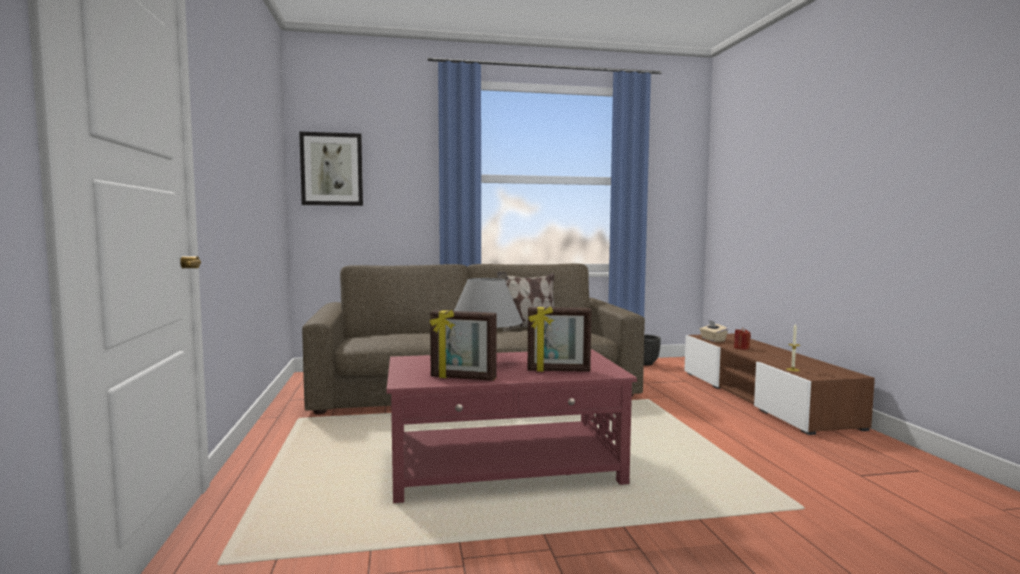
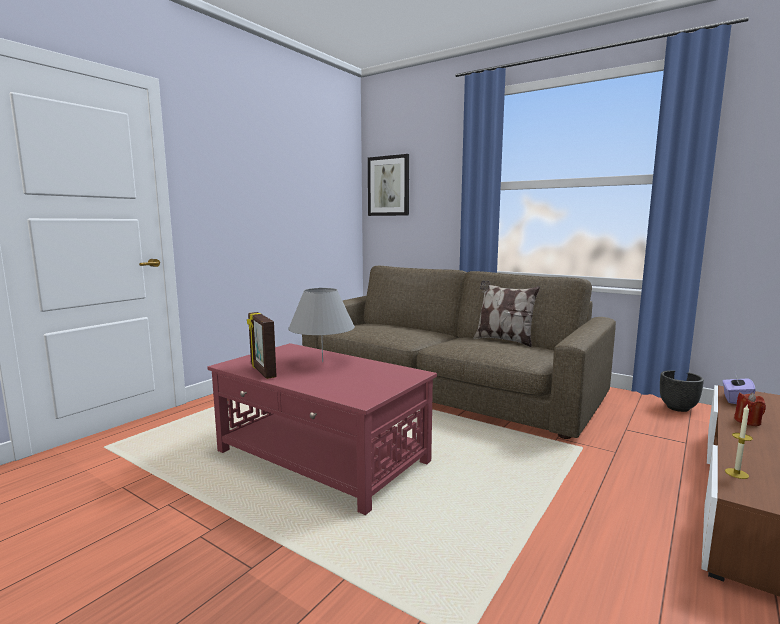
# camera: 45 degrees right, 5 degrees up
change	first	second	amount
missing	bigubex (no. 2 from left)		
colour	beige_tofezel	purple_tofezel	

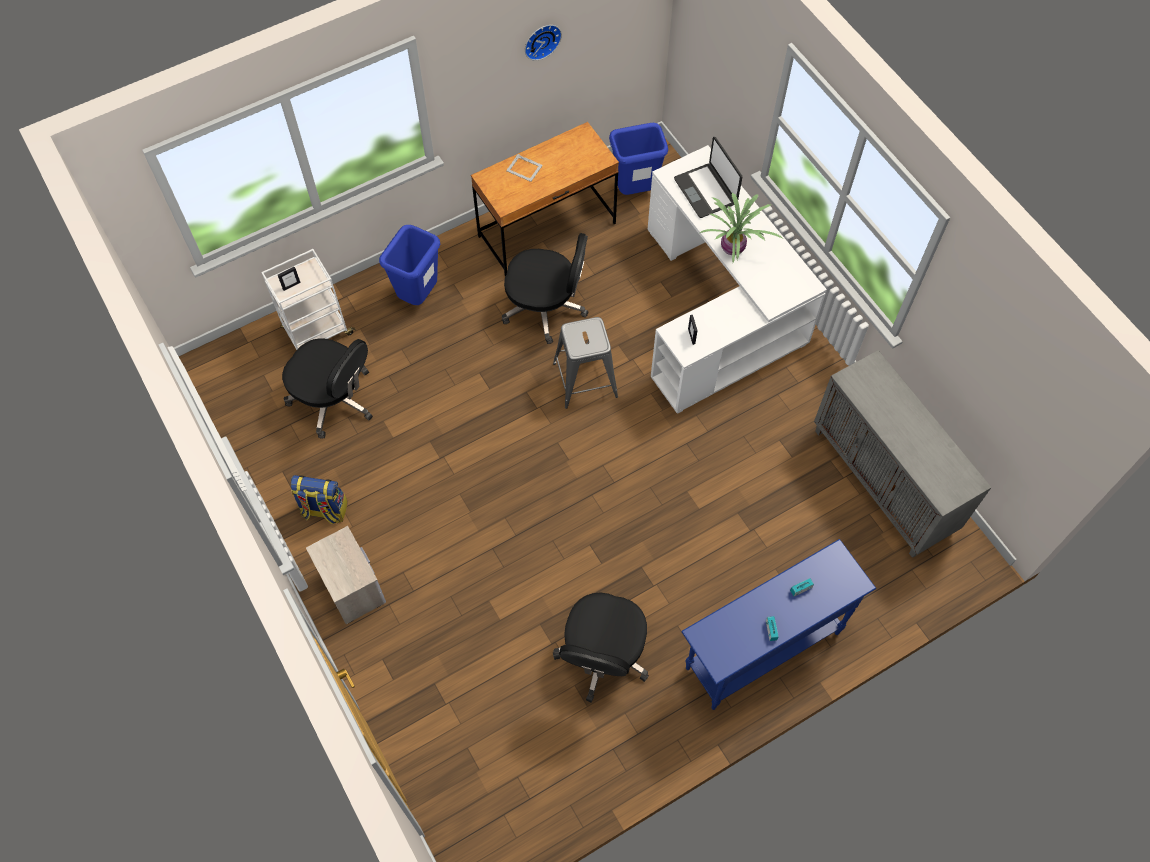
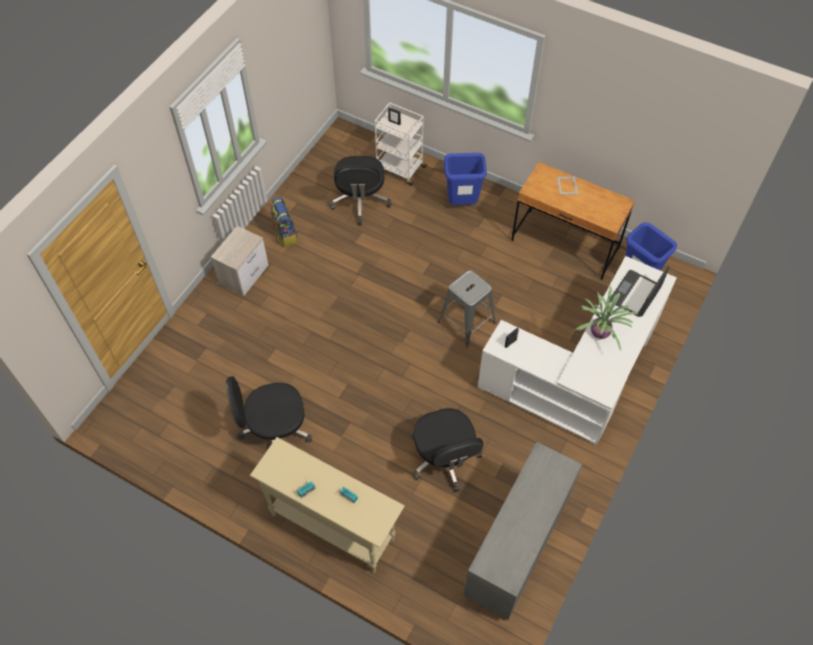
# camera: 60 degrees right, 5 degrees down
change	first	second	amount
missing	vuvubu		
relocated	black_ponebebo (no. 2 from left in the first image)	black_ponebebo (no. 3 from left)	
colour	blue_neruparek	beige_neruparek	

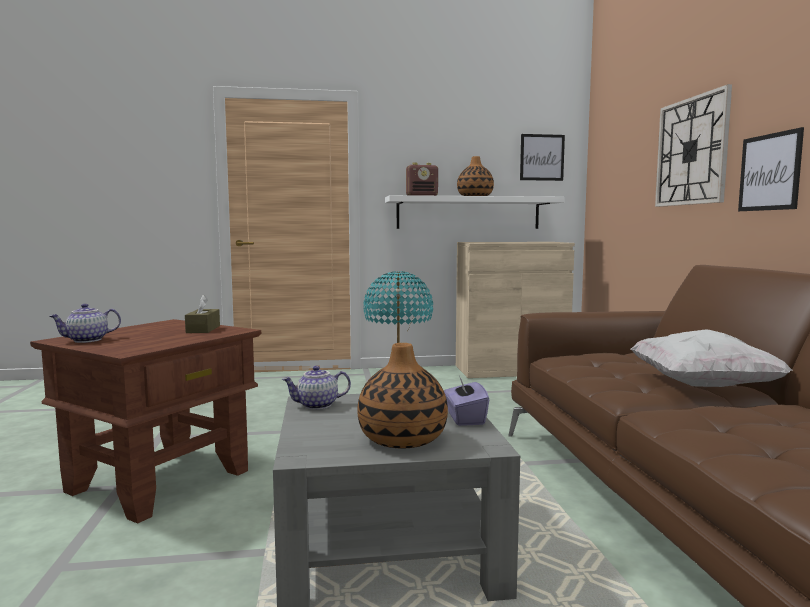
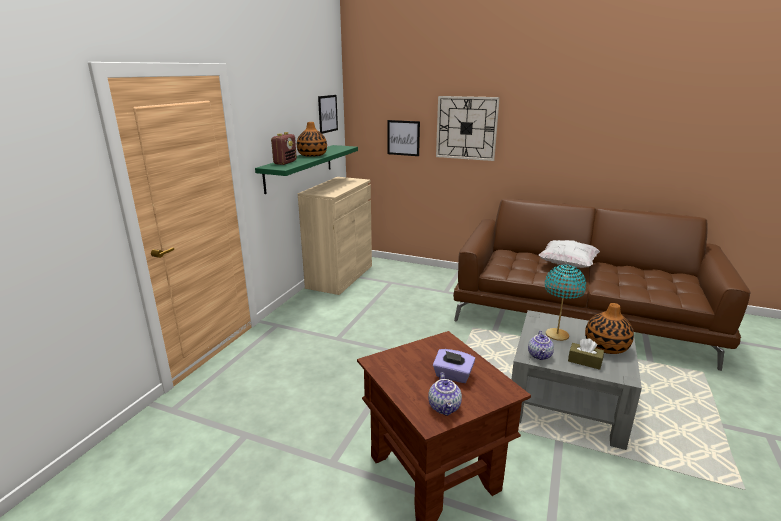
# camera: 60 degrees left, 15 degrees up
change	first	second	amount
relocated	brown_tofezel		
relocated	purple_tofezel		
relocated	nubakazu (no. 2 from left)		
colour	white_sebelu	green_sebelu	

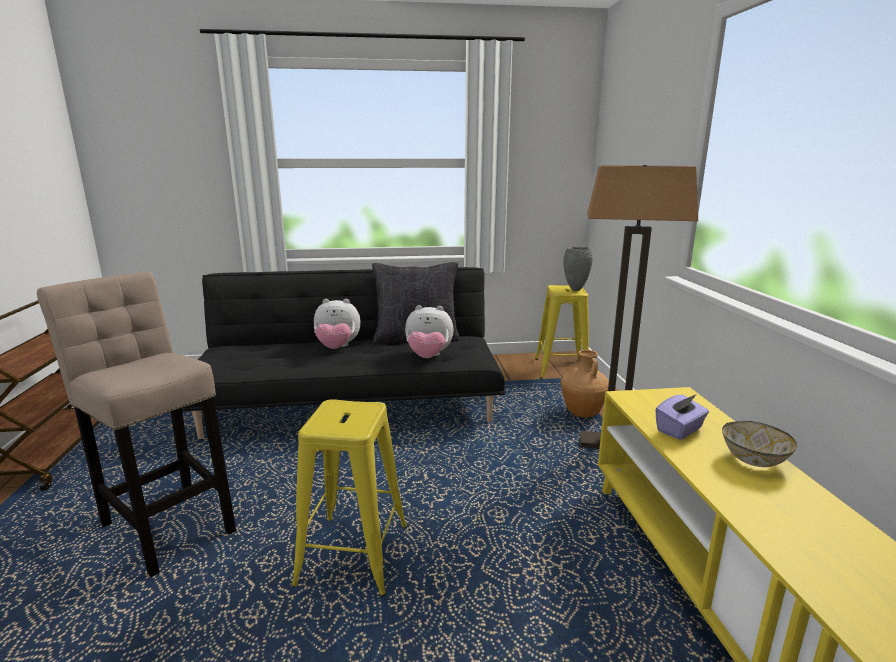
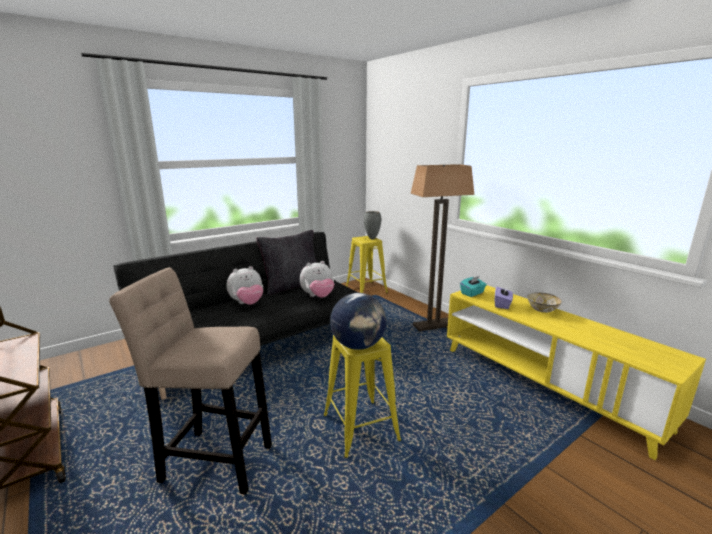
# camera: 30 degrees left, 0 degrees up
change	first	second	amount
missing	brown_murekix		
appeared		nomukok	
appeared		turquoise_tofezel	

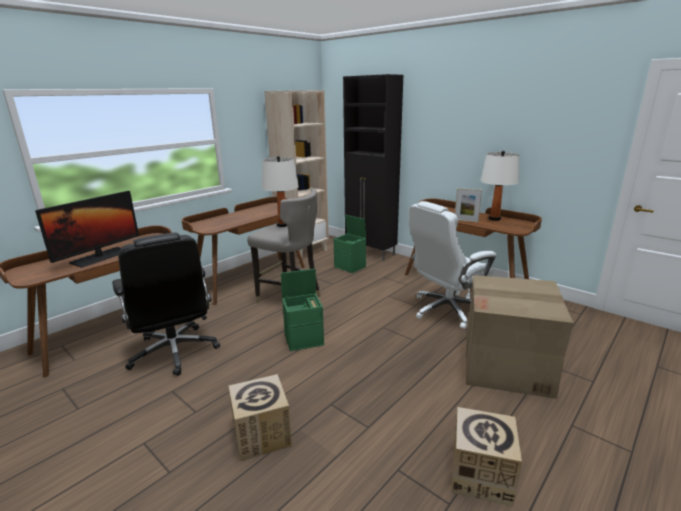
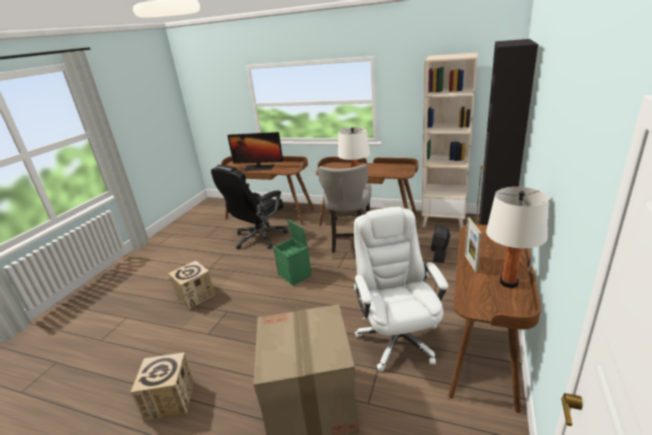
# camera: 70 degrees right, 5 degrees up
change	first	second	amount
exchanged	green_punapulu (no. 2 from left)	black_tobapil	
spun	white_ponebebo		45 degrees clockwise

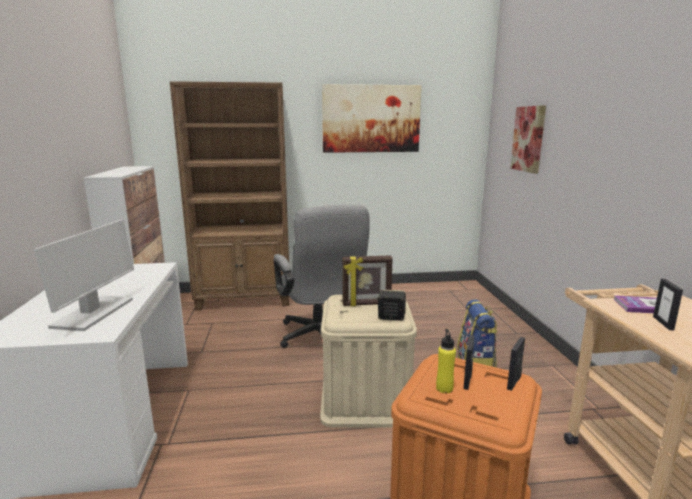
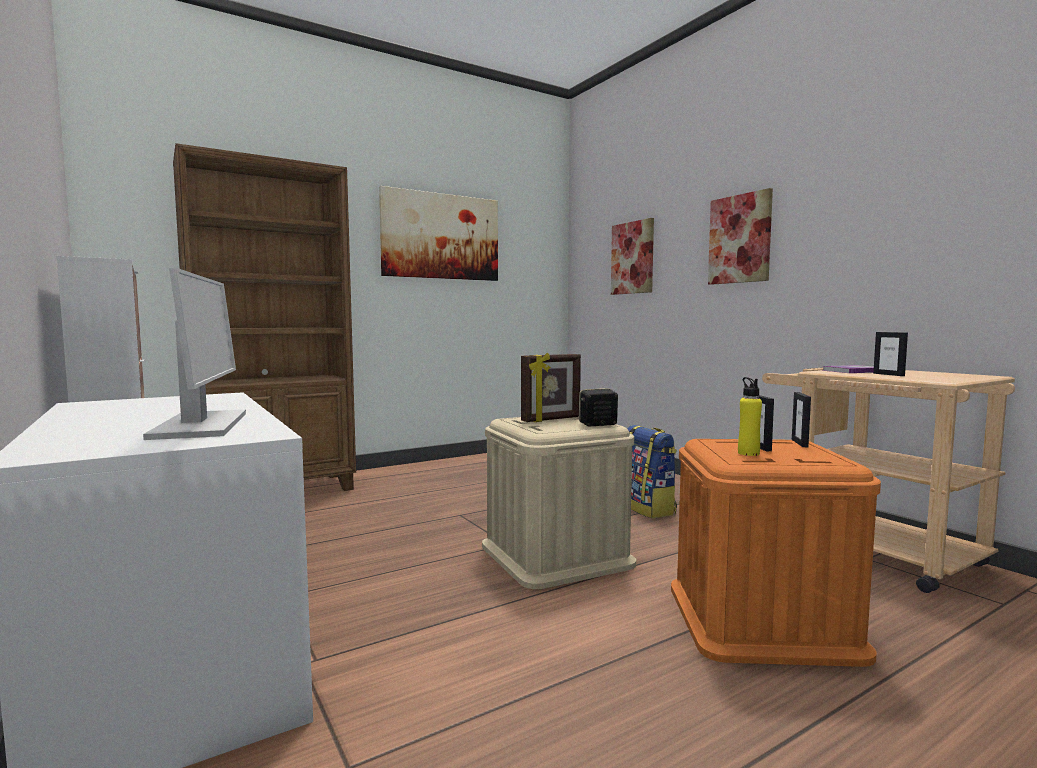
# camera: 25 degrees left, 10 degrees down
change	first	second	amount
missing	grey_ponebebo		
appeared		nubakazu (no. 3 from left)	

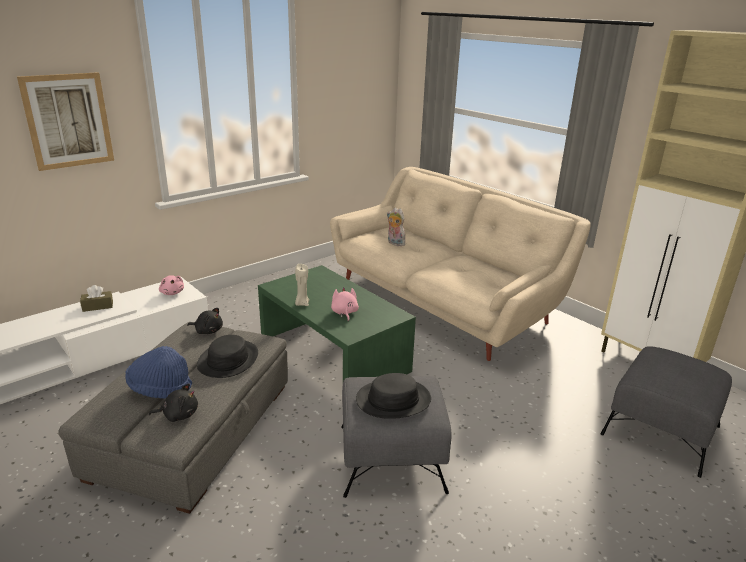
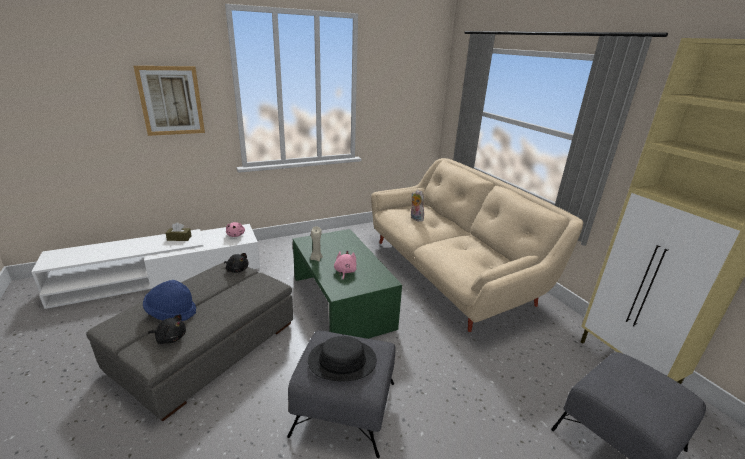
# camera: 15 degrees right, 0 degrees up
change	first	second	amount
missing	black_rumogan (no. 1 from left)		

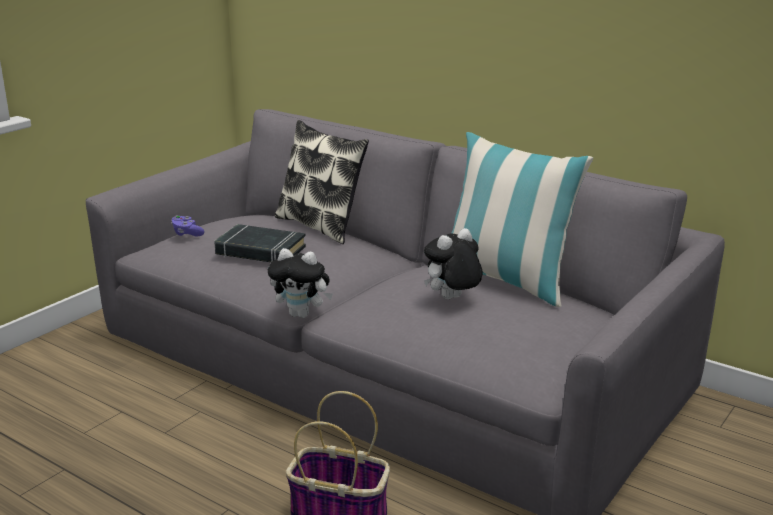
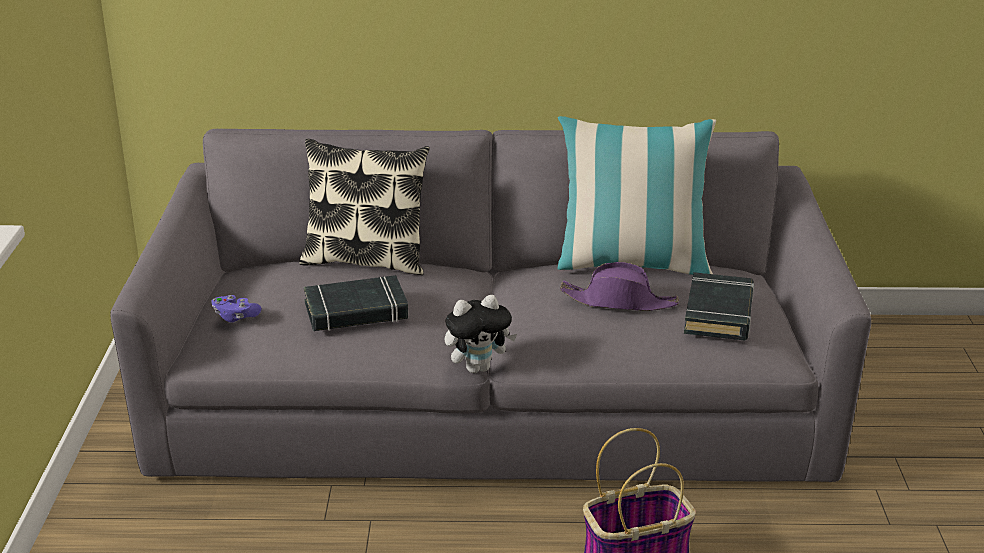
# camera: 35 degrees left, 5 degrees up
change	first	second	amount
appeared		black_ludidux (no. 2 from left)	
exchanged	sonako (no. 2 from left)	purple_rumogan	

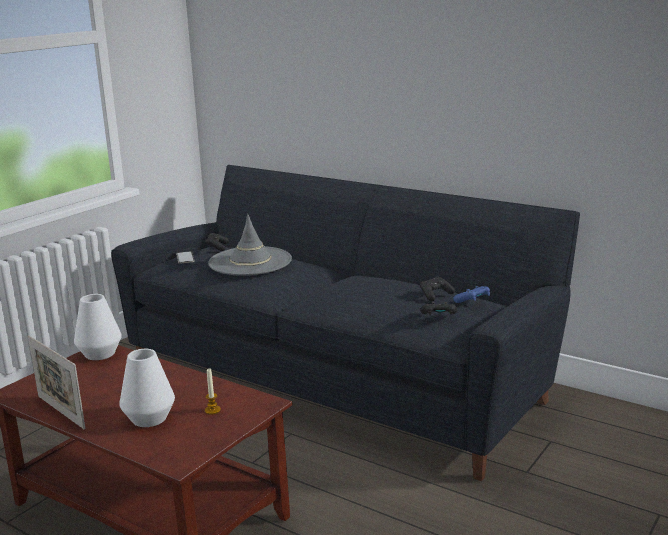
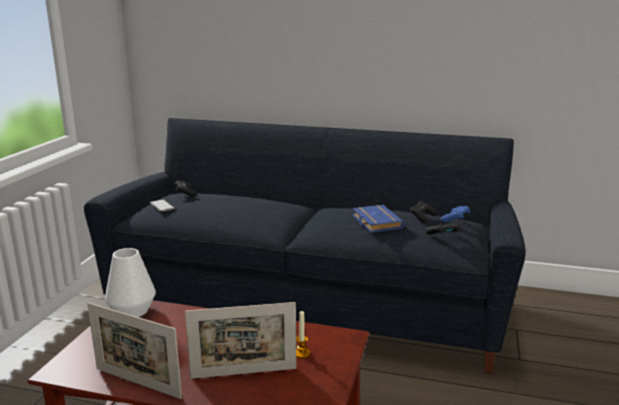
# camera: 20 degrees left, 0 degrees up
change	first	second	amount
missing	grey_rumogan		
appeared		blue_ludidux	
exchanged	white_murekix (no. 2 from left)	bigubex (no. 2 from left)	

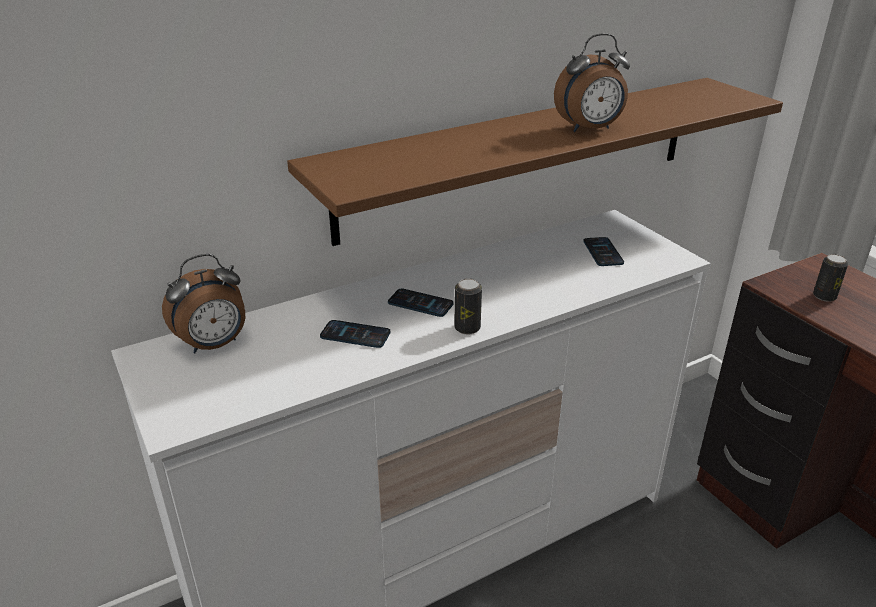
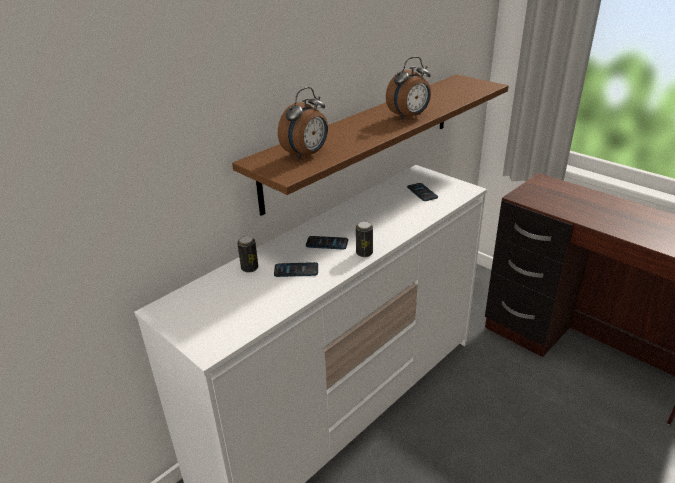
# camera: 15 degrees left, 0 degrees up
change	first	second	amount
relocated	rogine (no. 1 from left)		
relocated	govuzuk (no. 2 from left in the first image)	govuzuk (no. 1 from left)	

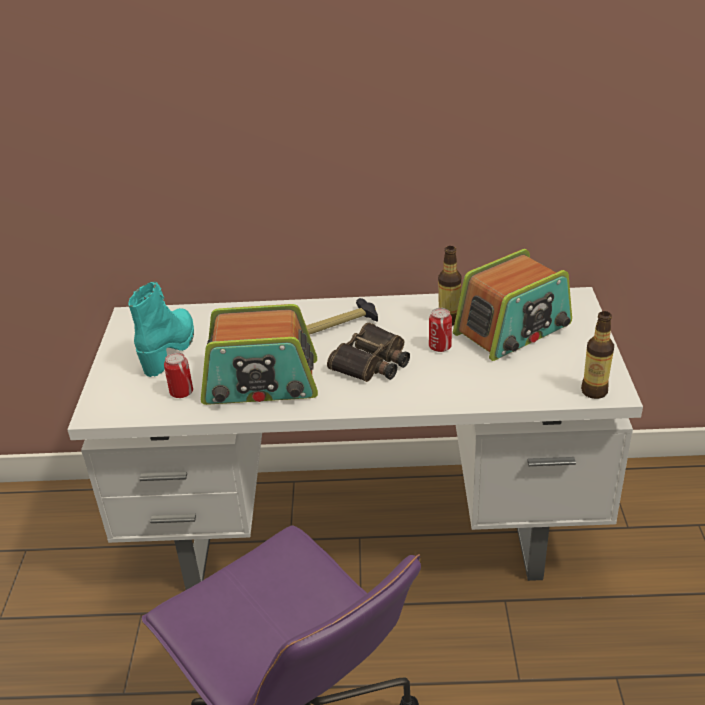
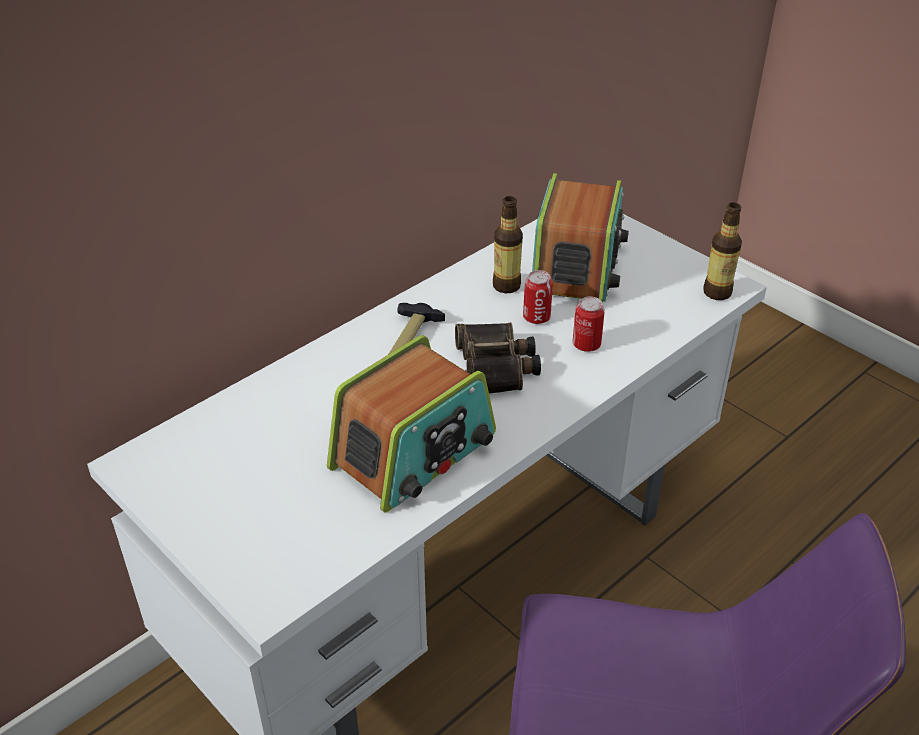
# camera: 45 degrees left, 5 degrees up
change	first	second	amount
missing	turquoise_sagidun		
relocated	govuzuk (no. 1 from left in the first image)	govuzuk (no. 2 from left)	

